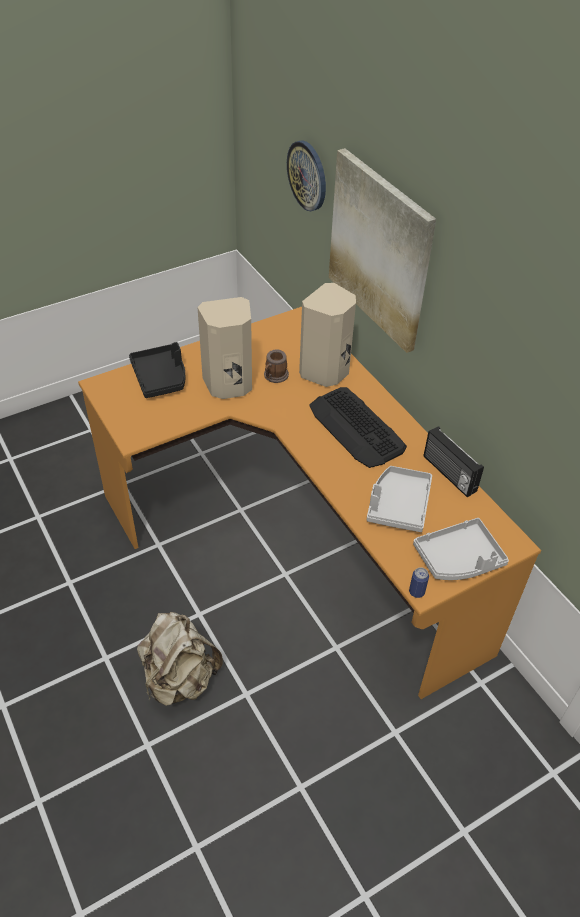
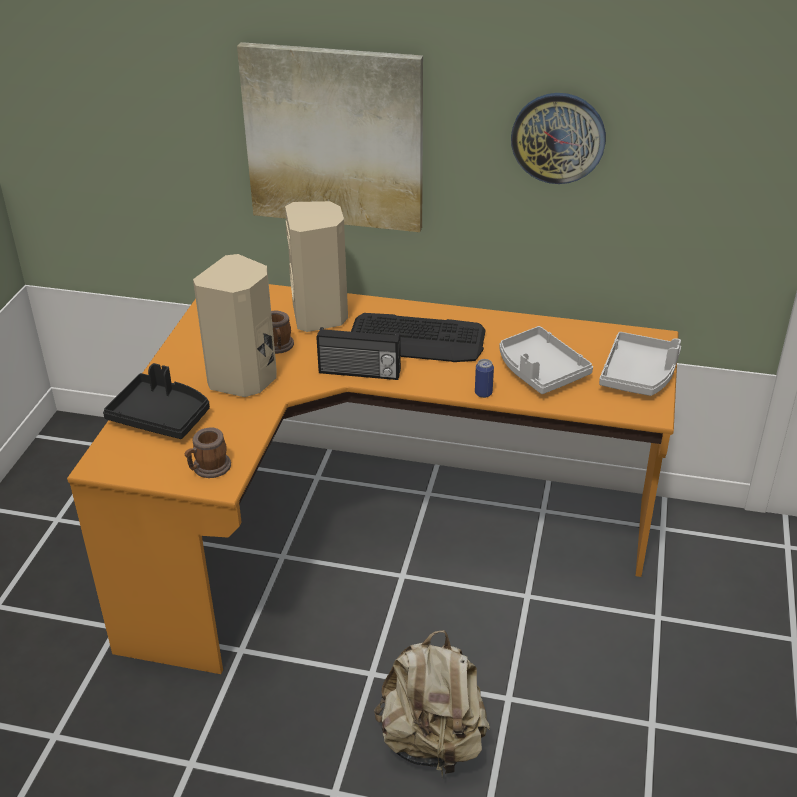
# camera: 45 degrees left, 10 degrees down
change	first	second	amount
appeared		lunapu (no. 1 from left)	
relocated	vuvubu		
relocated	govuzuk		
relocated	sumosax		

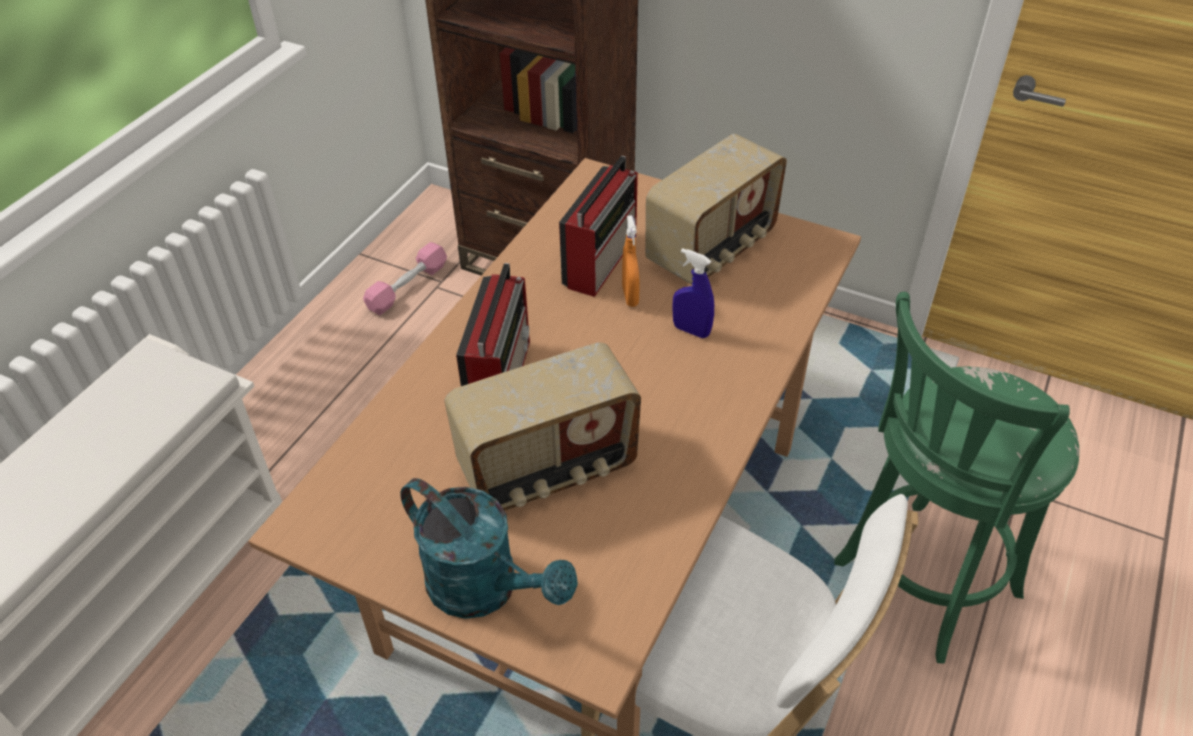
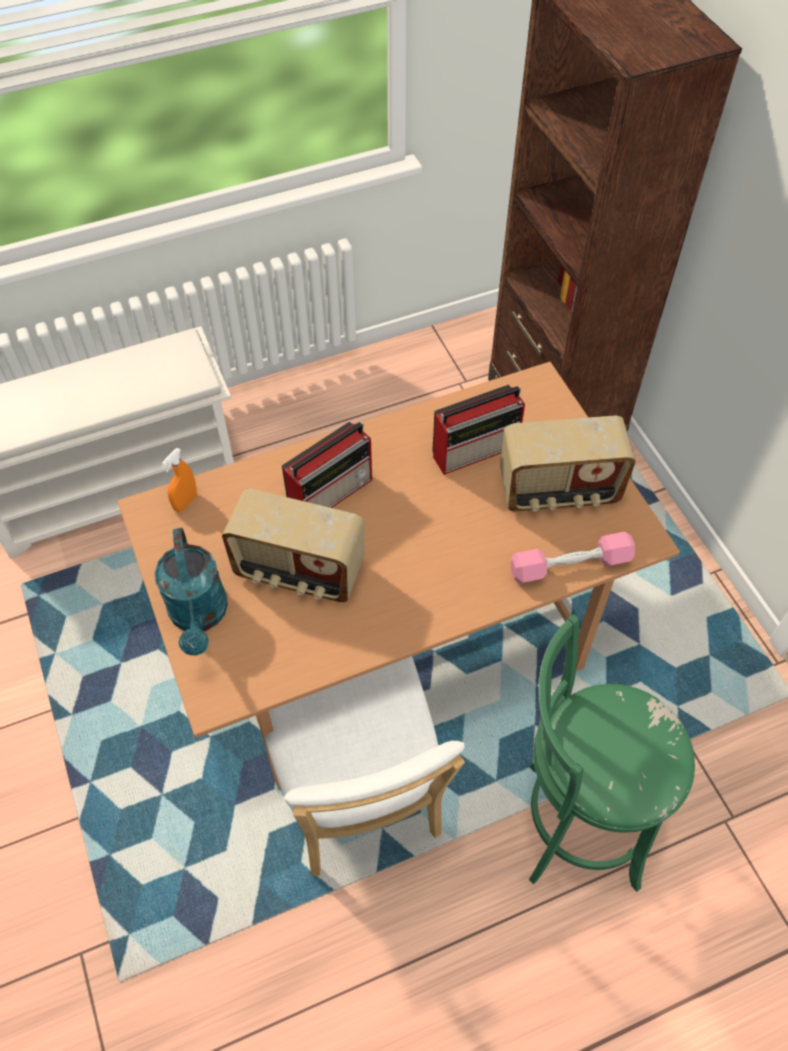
# camera: 40 degrees right, 10 degrees up
change	first	second	amount
missing	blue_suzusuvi		
relocated	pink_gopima		
relocated	orange_suzusuvi		

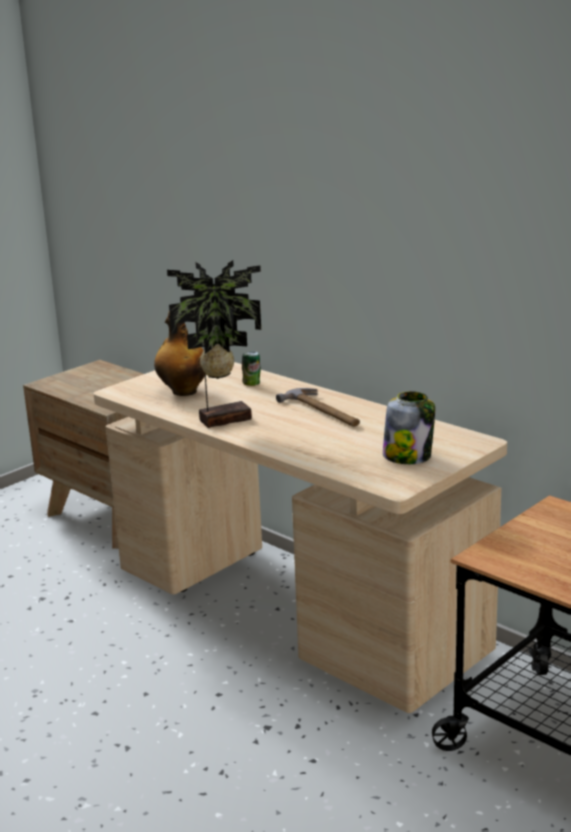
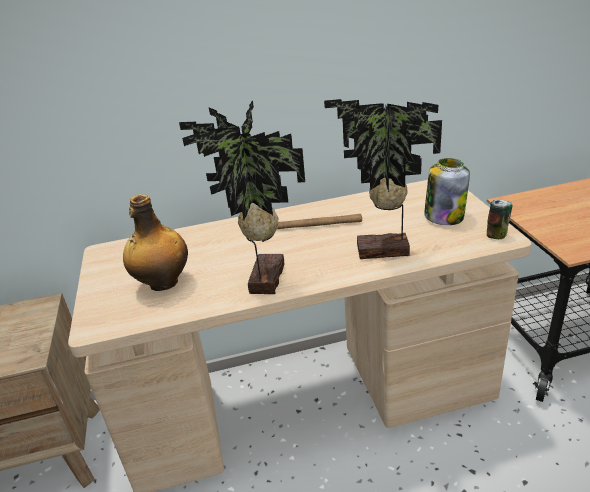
# camera: 55 degrees left, 10 degrees up
change	first	second	amount
appeared		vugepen (no. 2 from left)	
relocated	govuzuk		

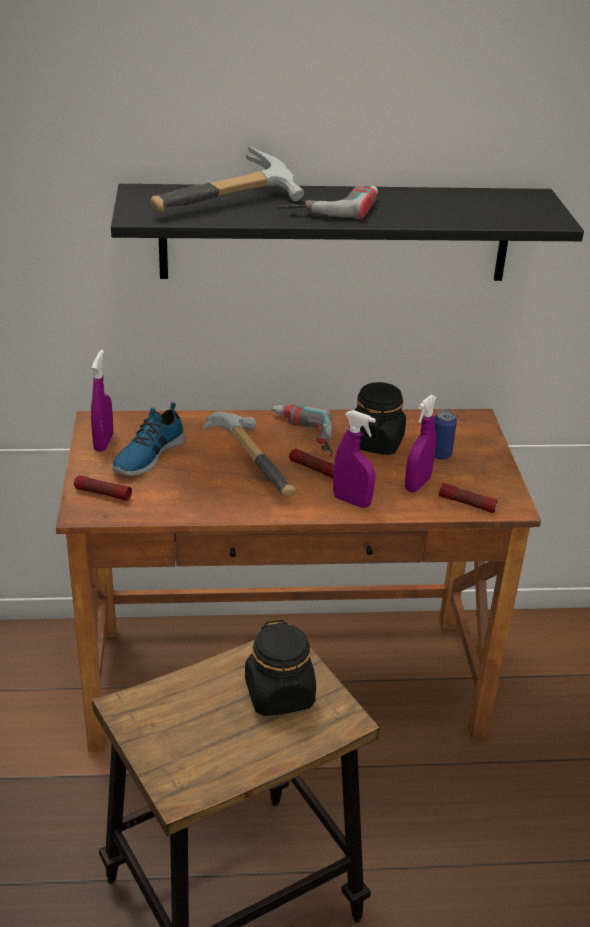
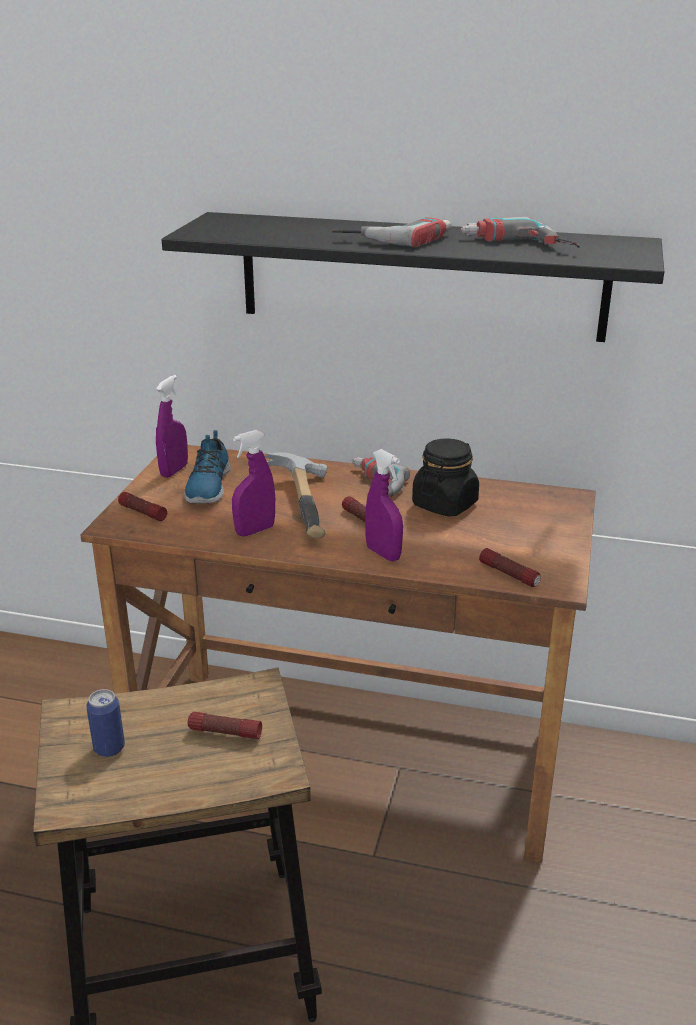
# camera: 20 degrees right, 5 degrees down
change	first	second	amount
missing	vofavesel (no. 1 from left)		
appeared		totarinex (no. 3 from left)	
relocated	purple_suzusuvi (no. 3 from left in the first image)	purple_suzusuvi (no. 2 from left)	
relocated	govuzuk		
exchanged	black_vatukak (no. 1 from left)	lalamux (no. 2 from left)	
spun	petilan		45 degrees counterclockwise

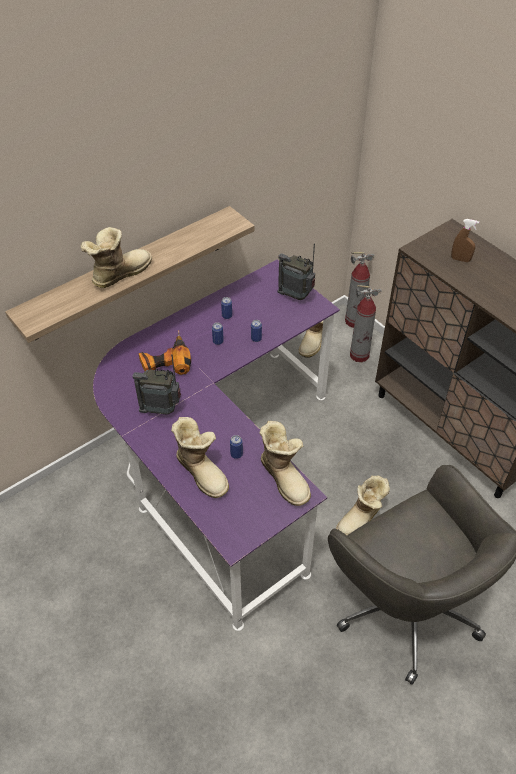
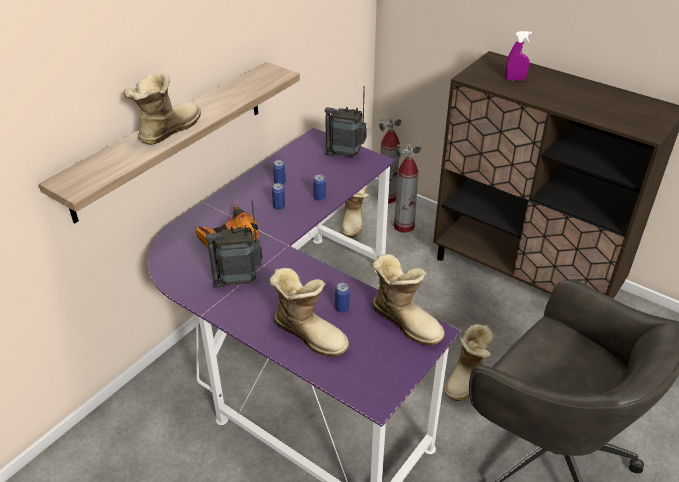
# camera: 15 degrees left, 10 degrees down
change	first	second	amount
colour	brown_suzusuvi	purple_suzusuvi	

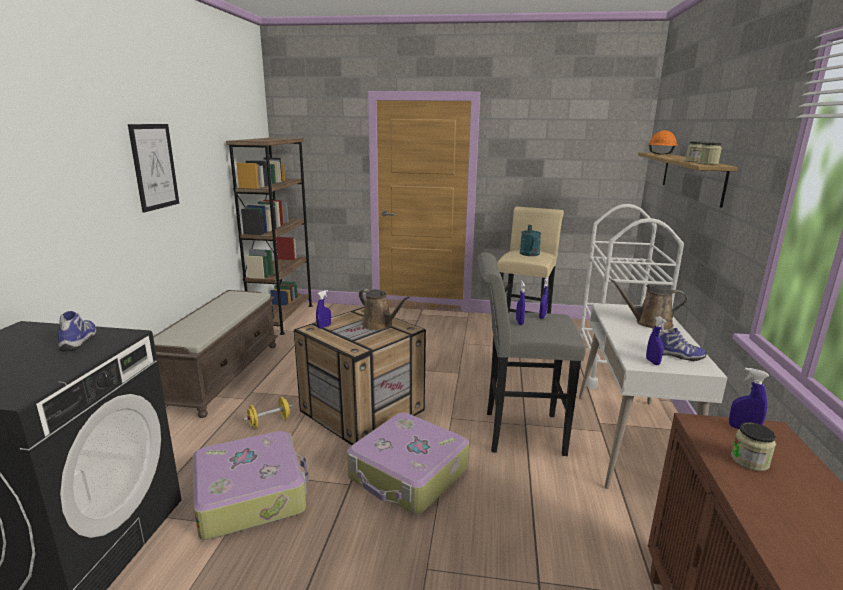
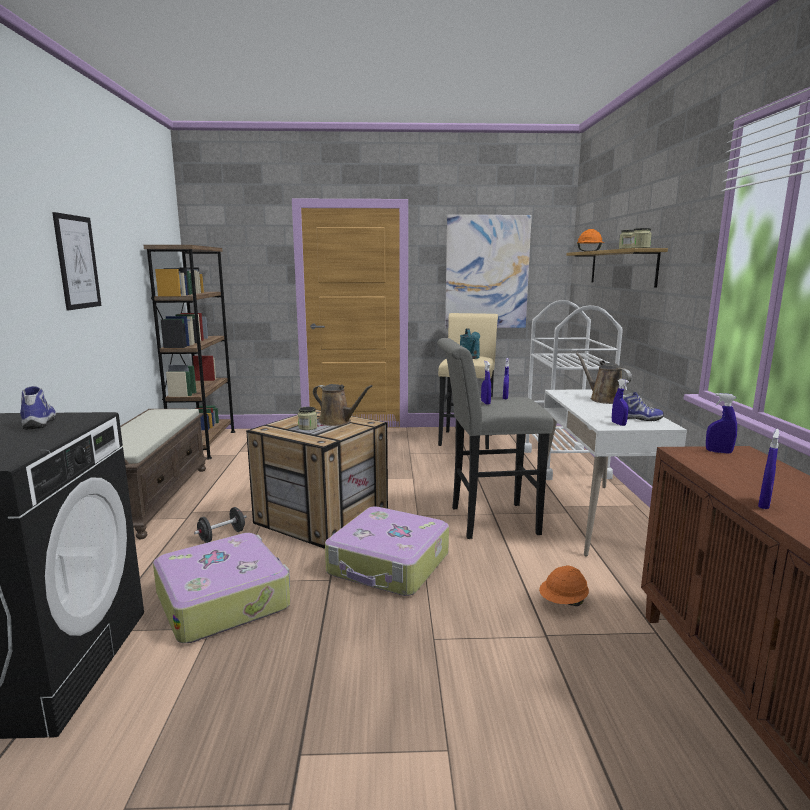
# camera: 10 degrees left, 5 degrees down
change	first	second	amount
appeared		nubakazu (no. 2 from left)	
appeared		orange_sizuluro (no. 1 from left)	
relocated	blue_suzusuvi (no. 1 from left in the first image)	blue_suzusuvi (no. 5 from left)	
relocated	vatukak (no. 3 from left in the first image)	vatukak (no. 1 from left)	
colour	yellow_gopima	black_gopima	
spun	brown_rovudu (no. 2 from left)		60 degrees clockwise

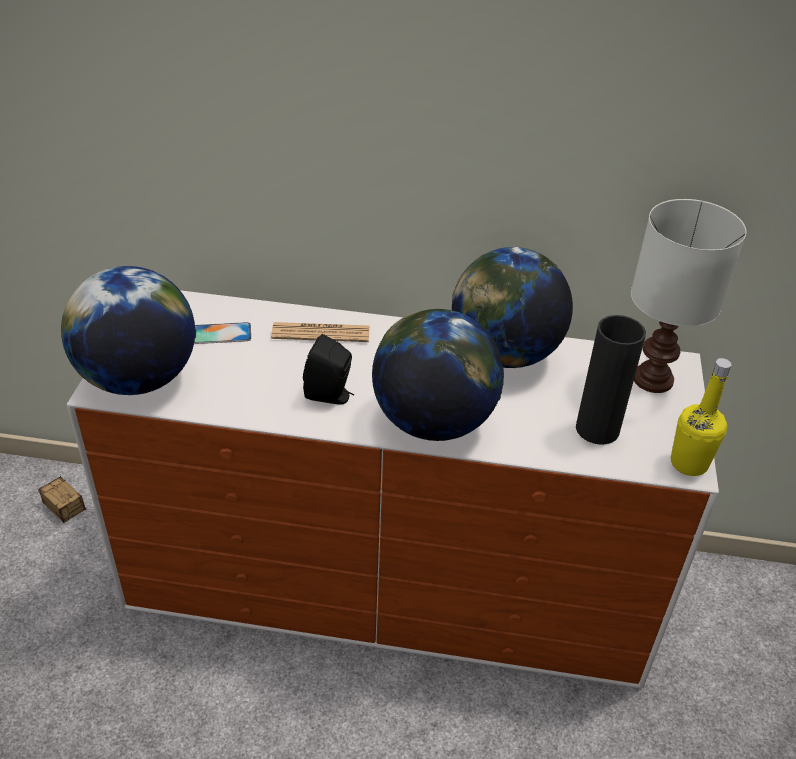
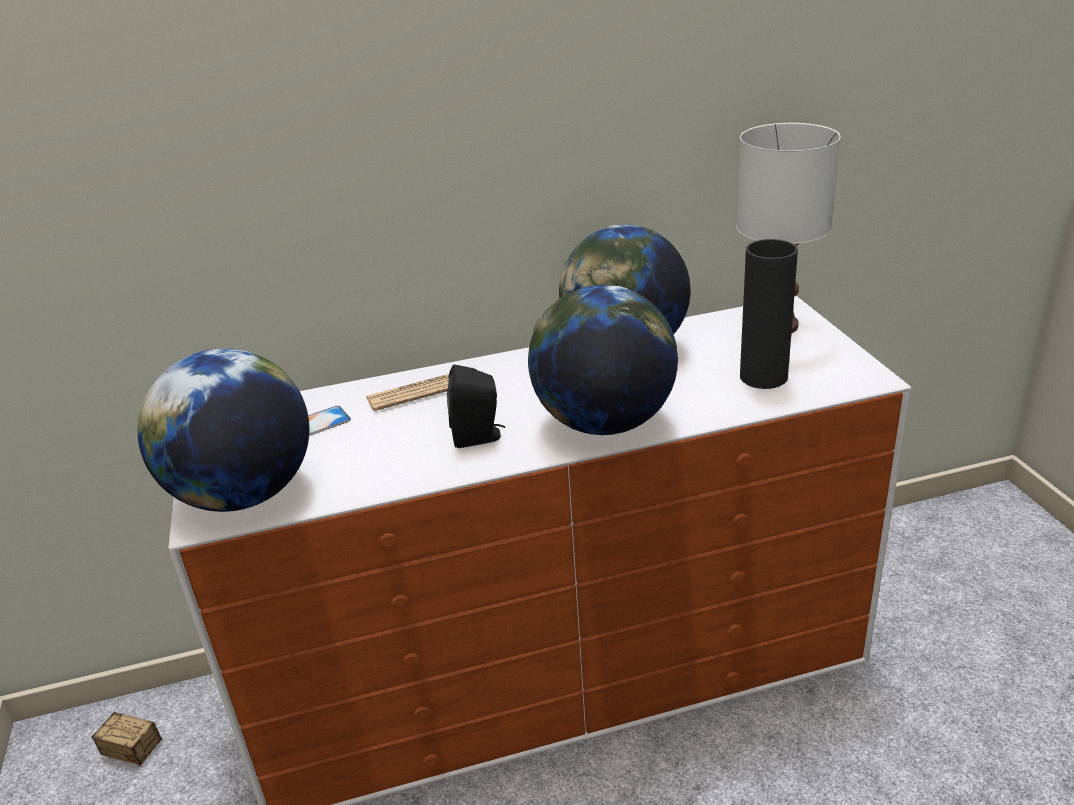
# camera: 20 degrees left, 10 degrees down
change	first	second	amount
missing	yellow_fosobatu		

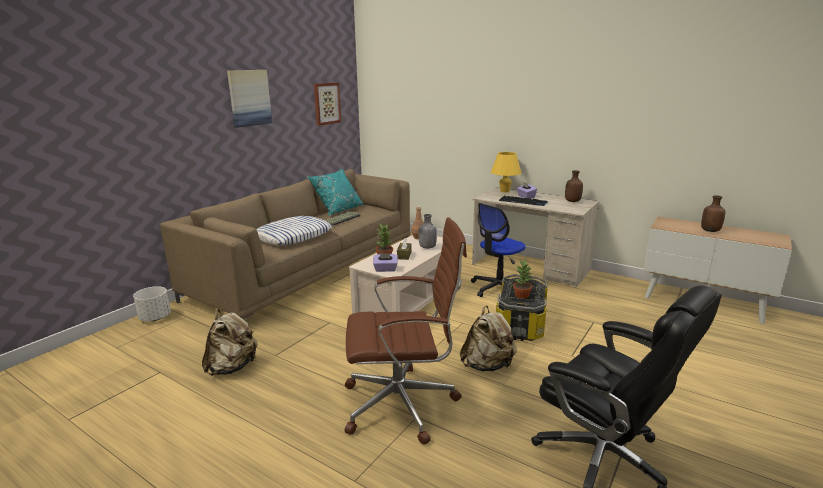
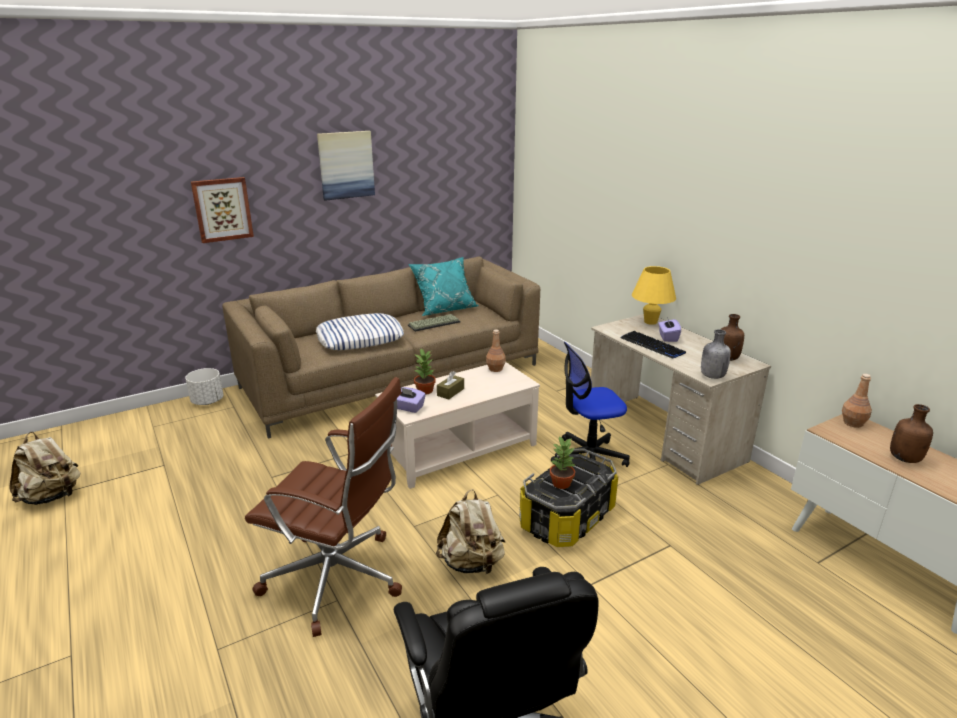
# camera: 25 degrees right, 5 degrees up
change	first	second	amount
appeared		brown_fosobatu (no. 3 from left)	
relocated	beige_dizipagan (no. 1 from left)		
relocated	nubakazu (no. 2 from left in the first image)	nubakazu (no. 1 from left)	
relocated	grey_fosobatu		

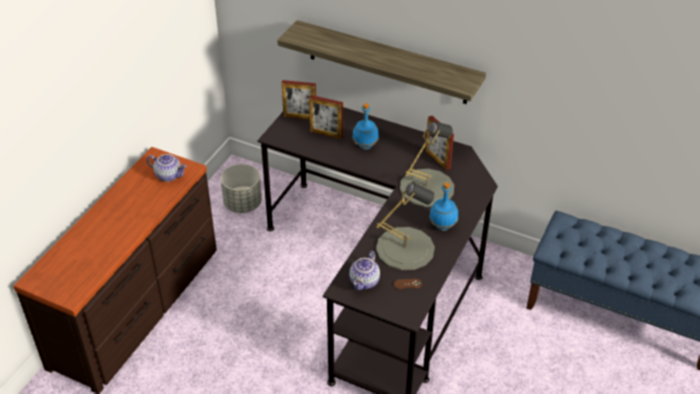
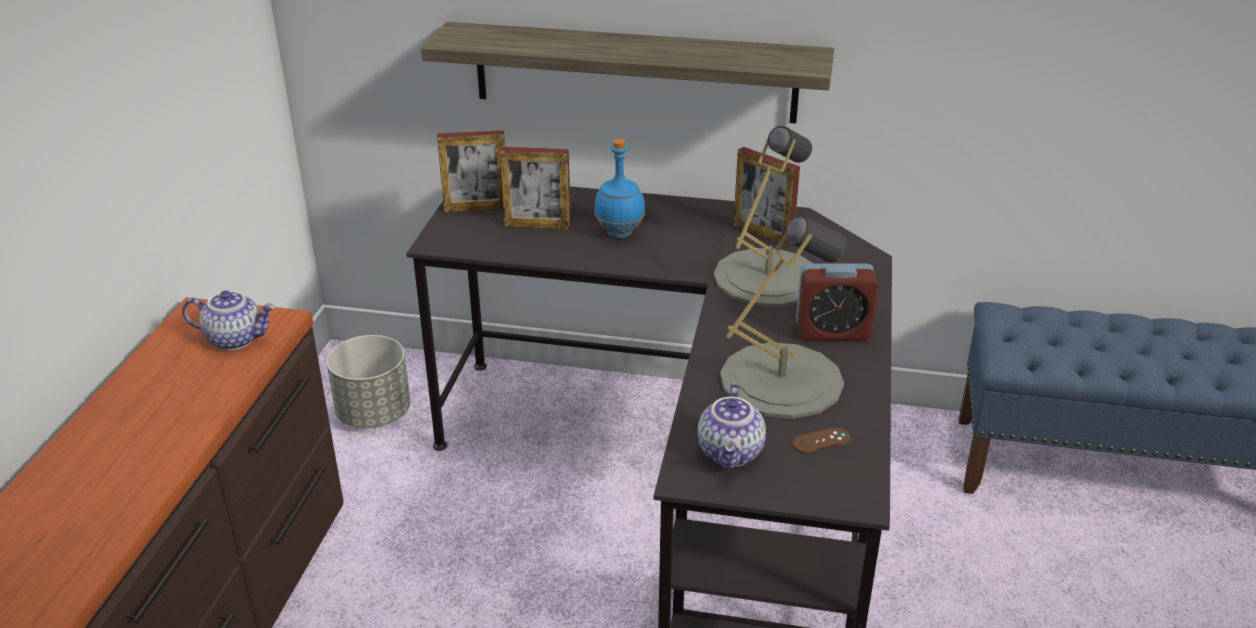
# camera: 15 degrees left, 10 degrees down
change	first	second	amount
exchanged	blue_fosobatu (no. 2 from left)	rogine	

